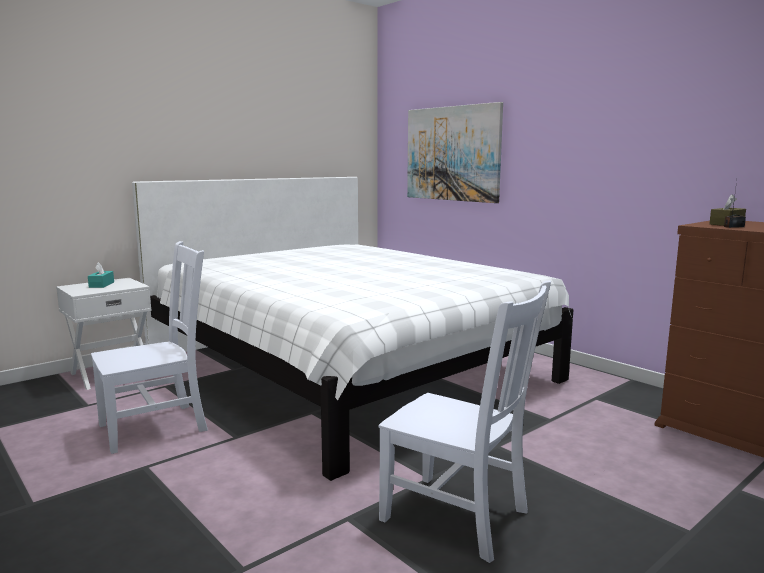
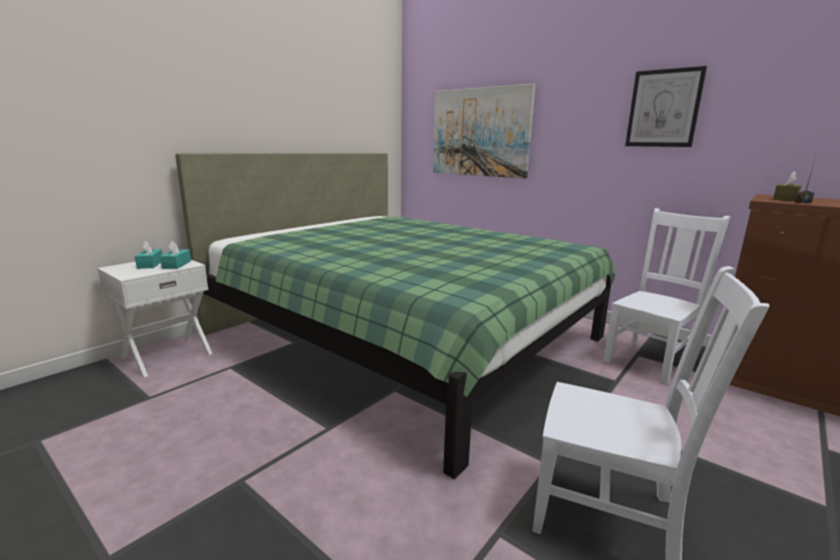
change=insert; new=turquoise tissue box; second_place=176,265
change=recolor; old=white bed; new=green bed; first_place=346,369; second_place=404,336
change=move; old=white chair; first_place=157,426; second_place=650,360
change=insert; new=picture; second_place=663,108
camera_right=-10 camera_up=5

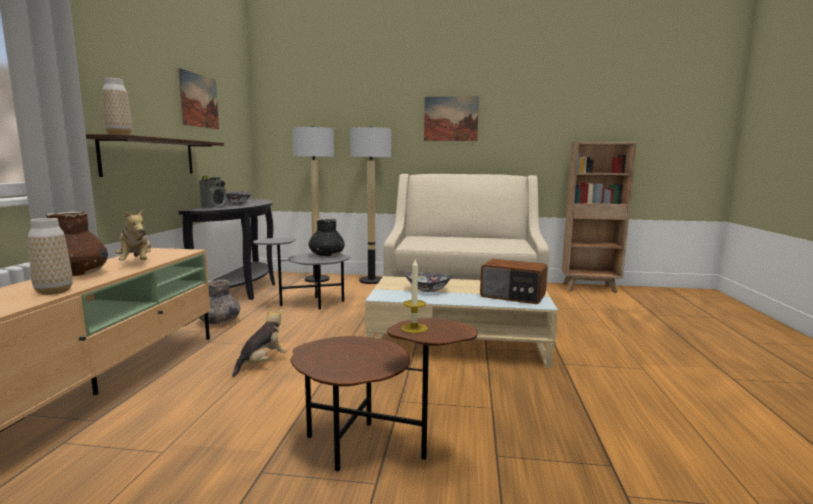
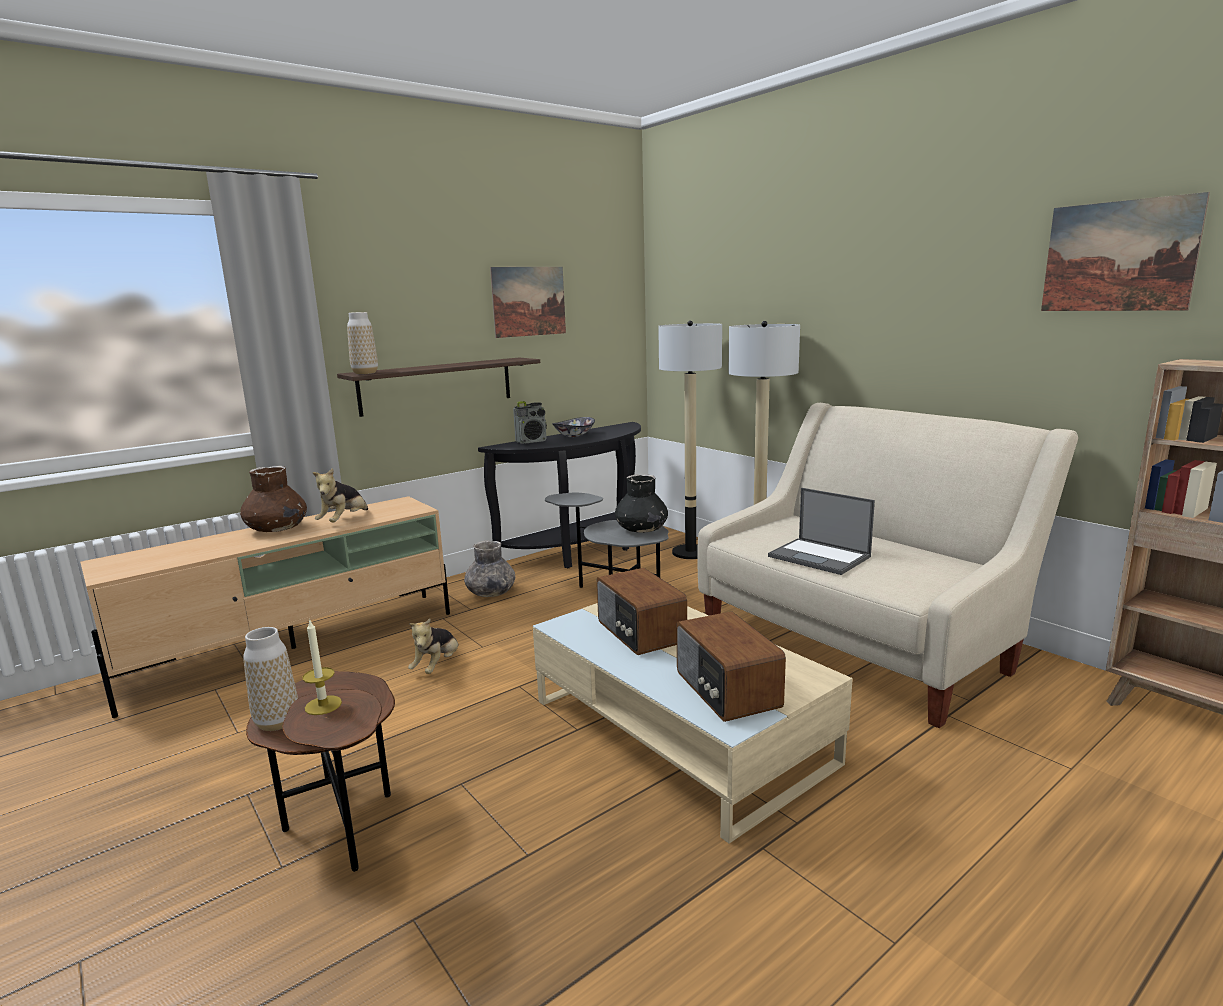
change=move; old=vase; first_place=54,291; second_place=277,722
change=rotate; old=plush toy; first_place=262,363; second_place=437,666; degrees=120
change=replace; old=bowl; new=radio; first_place=428,289; second_place=639,632
change=insert; new=laptop; second_place=820,557
change=move; old=picture; first_place=451,118; second_place=1118,256
camera_right=45 camera_up=5

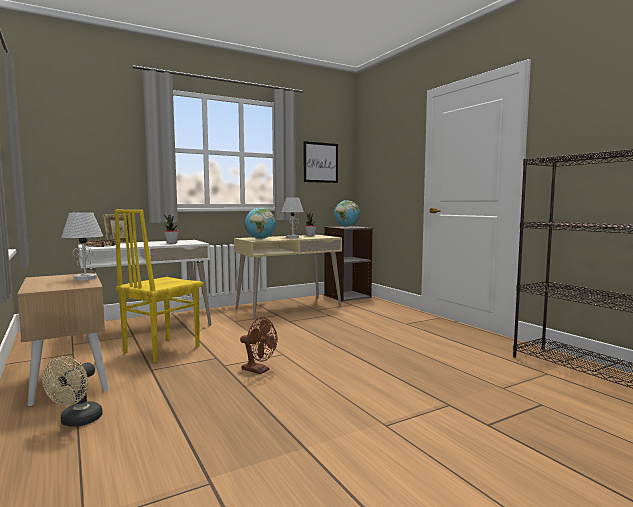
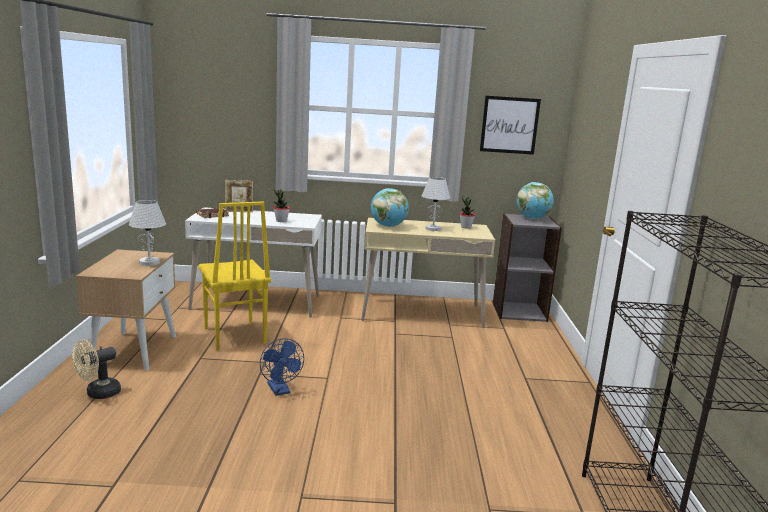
change=rotate; old=yellow chair; first_place=161,349; second_place=233,336; degrees=-90
change=recolor; old=brown fan; new=blue fan; first_place=259,370; second_place=280,391
camera_right=30 camera_up=10

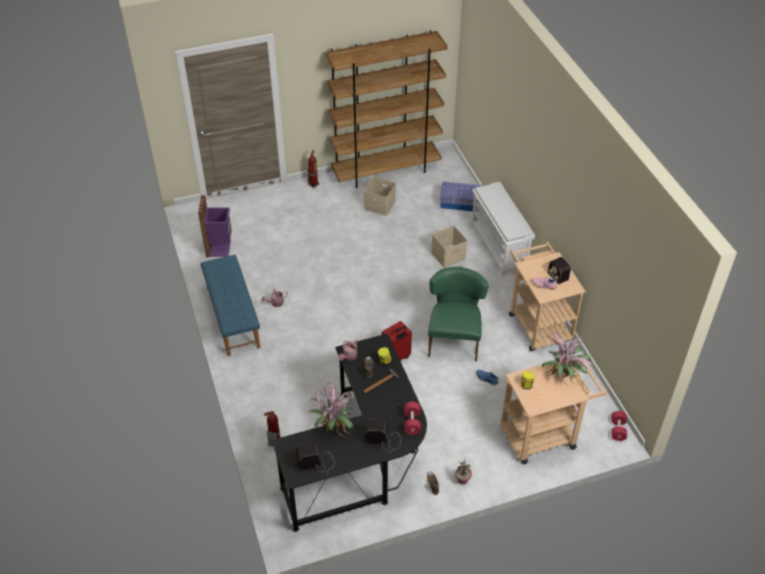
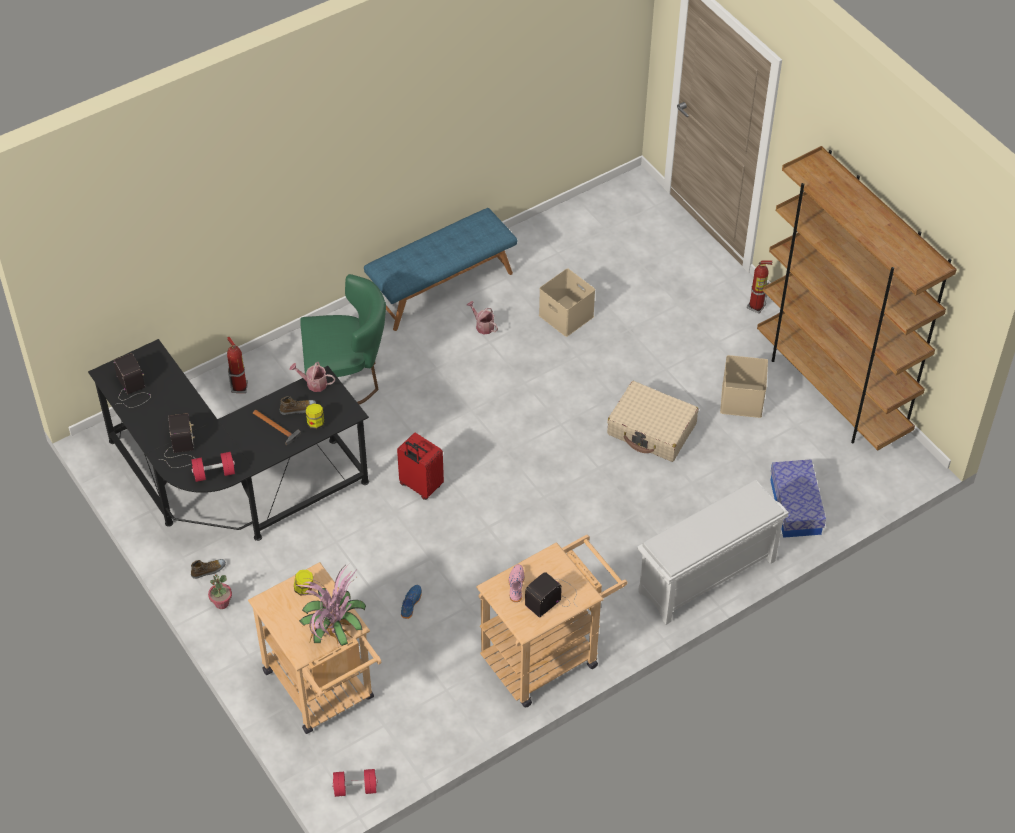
change=move; old=green chair; first_place=454,339; second_place=346,379
change=move; old=beige storage box; first_place=448,255; second_place=567,316
change=insert; new=beige suitcase; second_place=652,430
change=delete; old=purple trash can; first_place=220,247
change=delete; old=potted plant; first_place=332,425
camera_right=75 camera_up=5

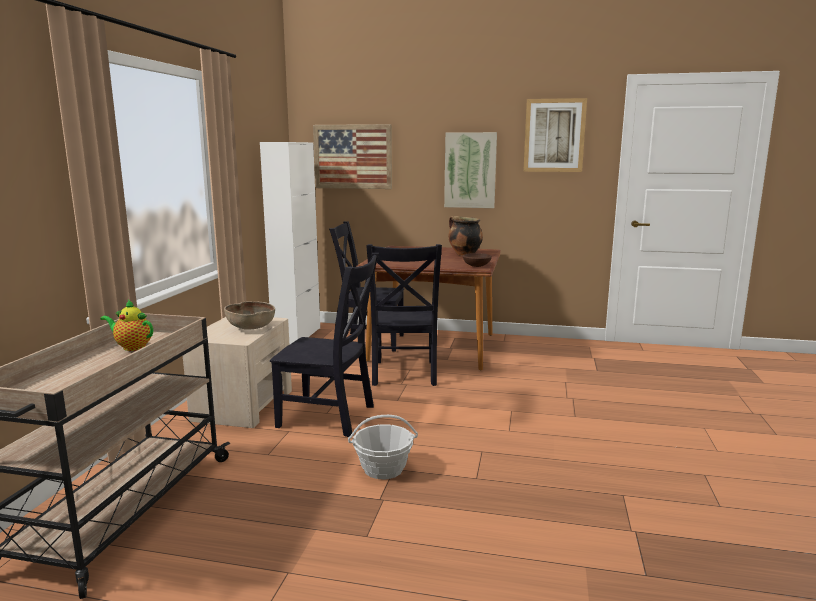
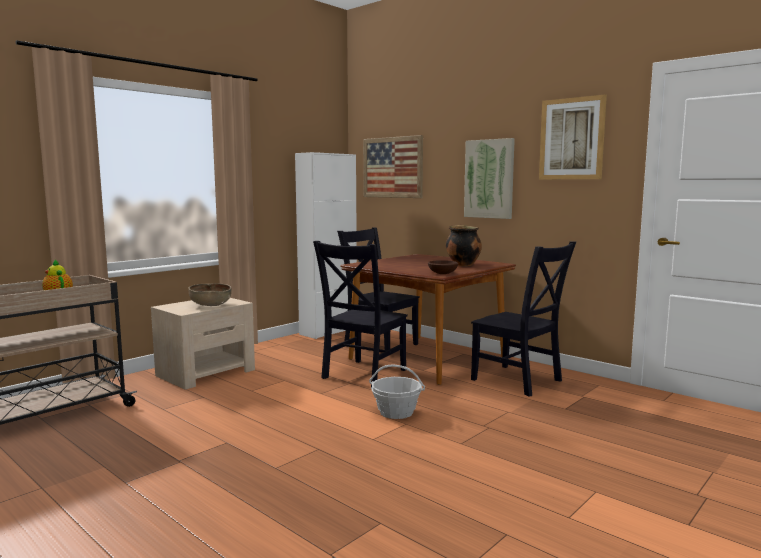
change=move; old=basket; first_place=383,469; second_place=396,412
change=move; old=black chair; first_place=330,417; second_place=519,381
camera_right=30 camera_up=-5

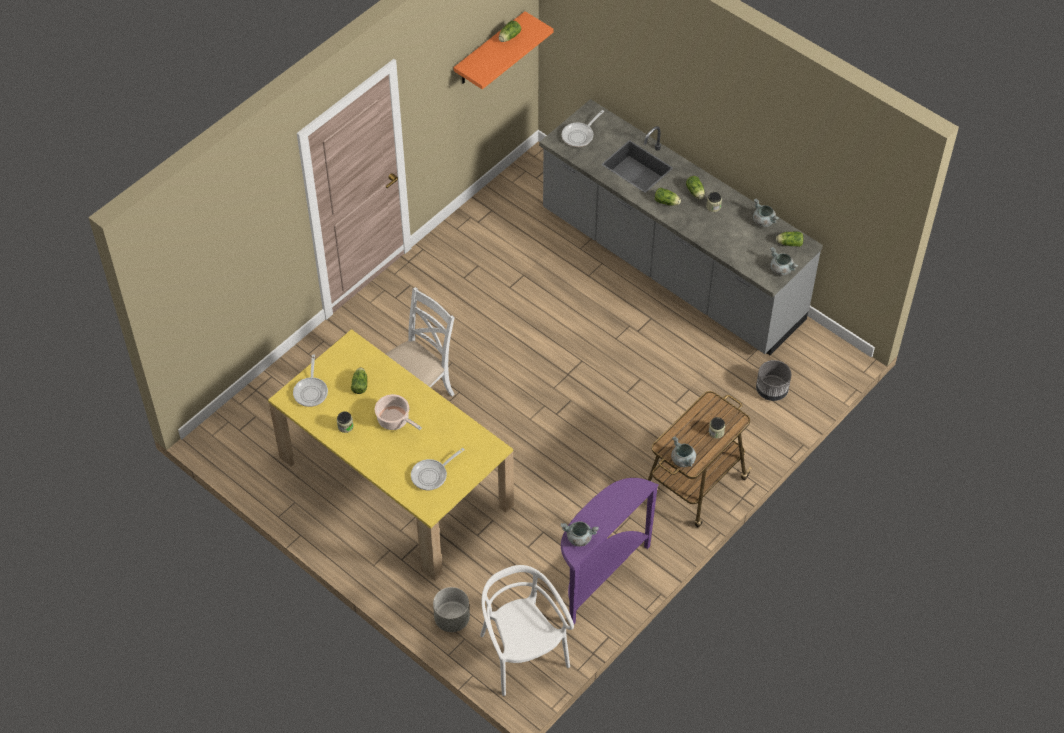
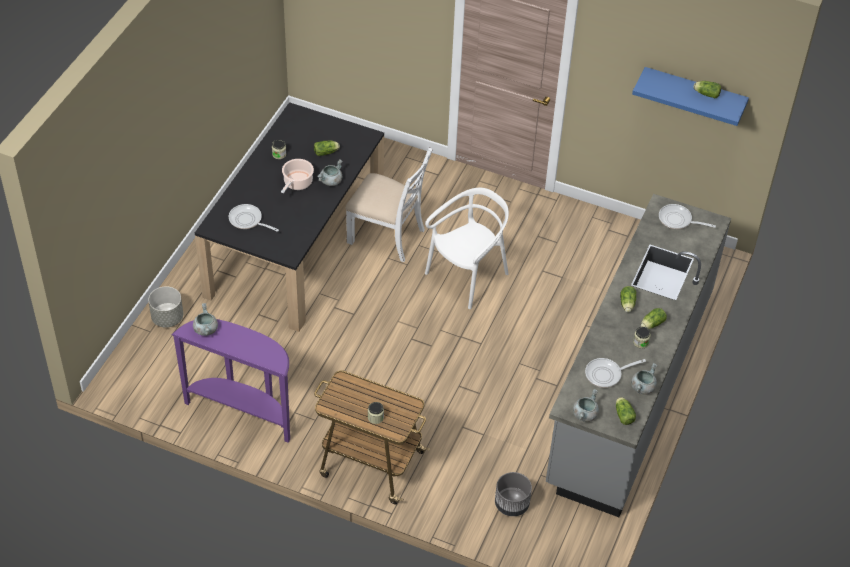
change=recolor; old=yellow dining table; new=black dining table; first_place=396,480; second_place=296,246
change=move; old=grey cooking pot; first_place=683,460; second_place=331,181
change=move; old=white chair; first_place=522,653; second_place=468,276
change=move; old=frying pan; first_place=311,391; second_place=606,374
change=recolor; old=orange shelf; new=blue shelf; first_place=489,49; second_place=694,93
camera_right=70 camera_up=-5

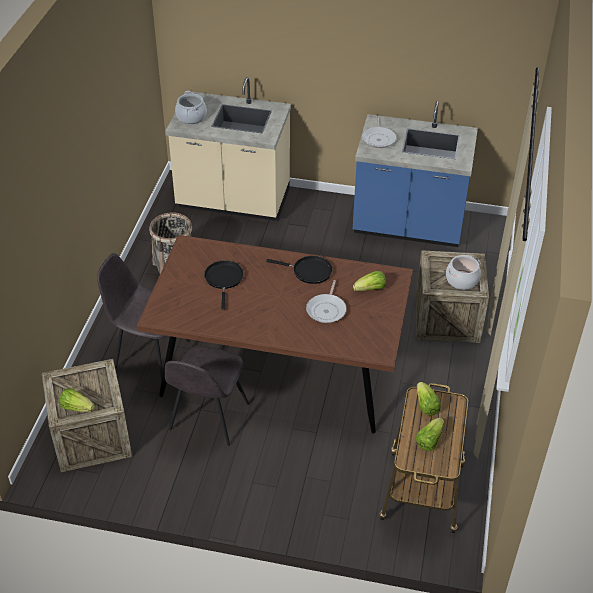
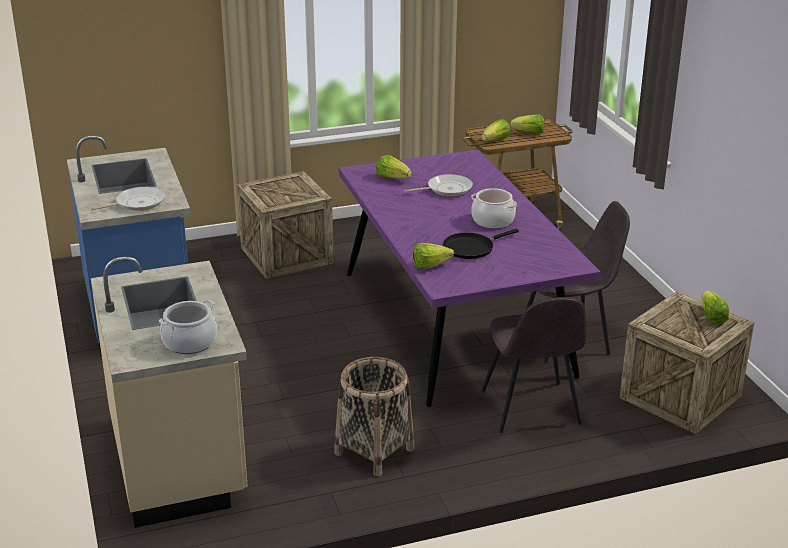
change=recolor; old=brown dining table; new=purple dining table; first_place=280,367; second_place=453,322
change=insert; new=lettuce; second_place=433,266
change=move; old=cooking pot; first_place=462,280; second_place=492,220
change=delete; old=black frying pan; first_place=309,271
camera_right=-120 camera_up=-15

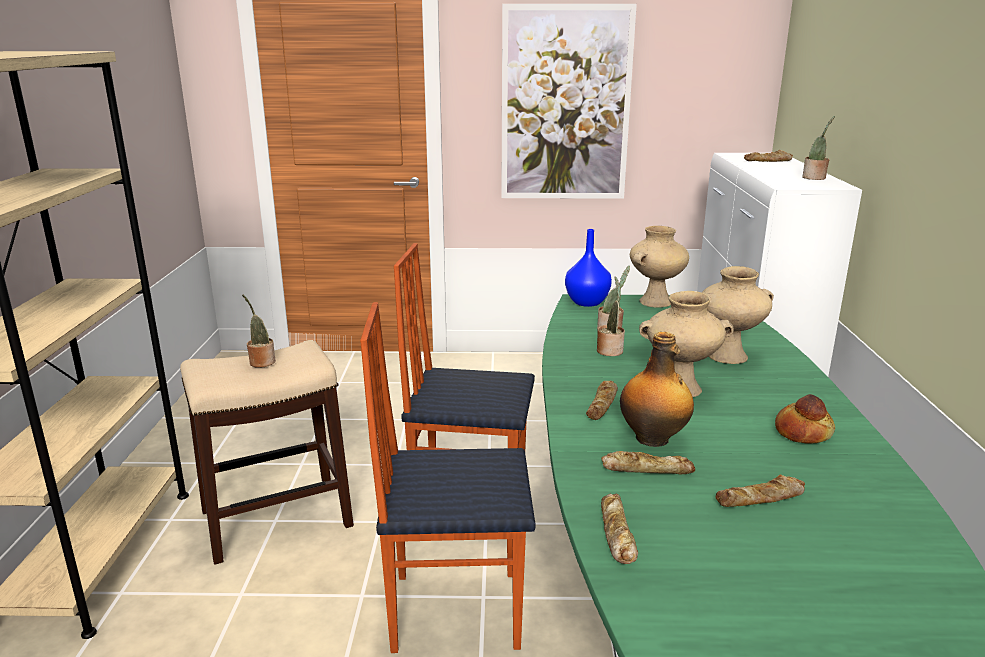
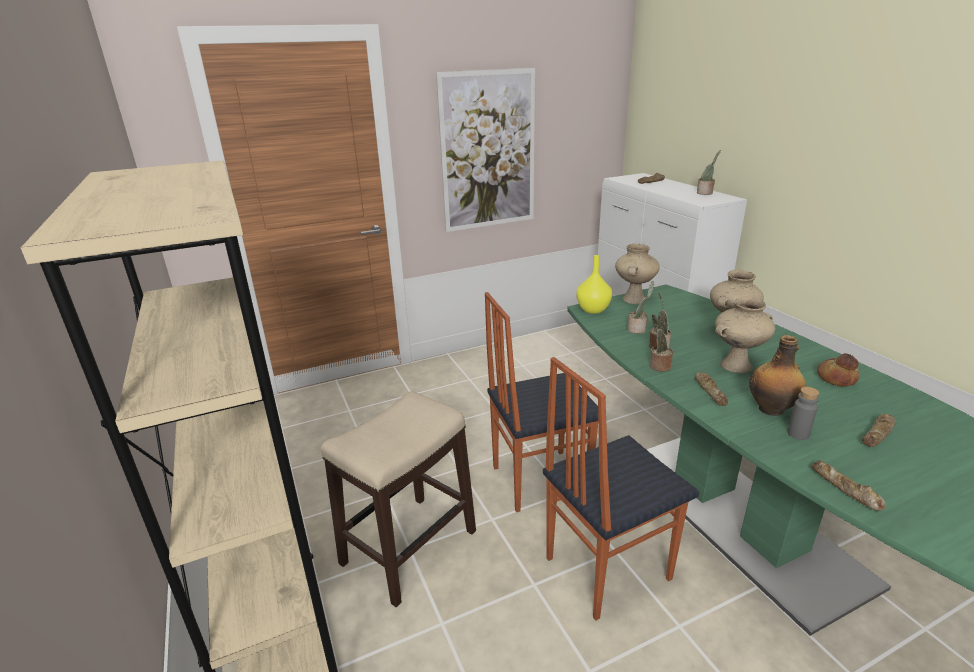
change=recolor; old=blue vase; new=yellow vase; first_place=587,302; second_place=593,309
change=move; old=potted plant; first_place=261,362; second_place=658,366
change=replace; old=bread; new=grey bottle; first_place=646,469; second_place=798,434
camera_right=-25 camera_up=5

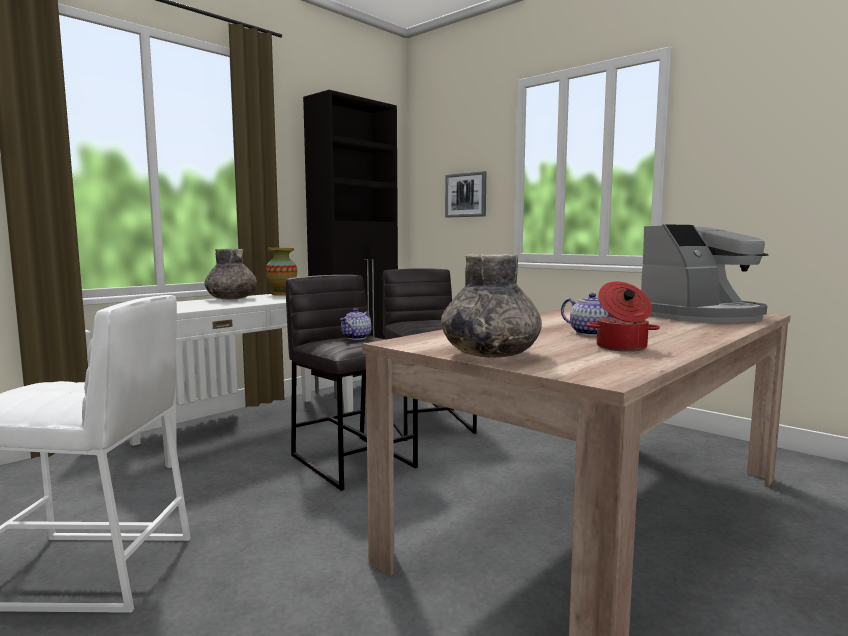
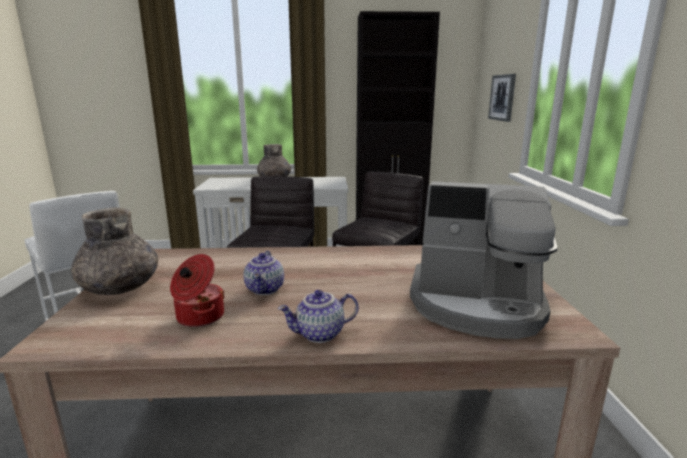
change=move; old=teapot; first_place=356,338; second_place=319,334
change=delete; old=vase; first_place=282,294
camera_right=45 camera_up=10

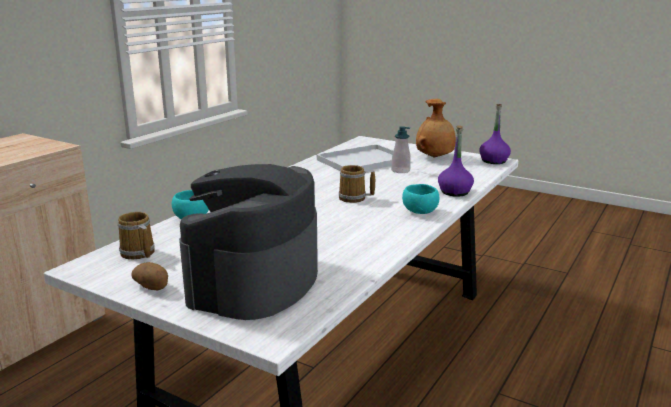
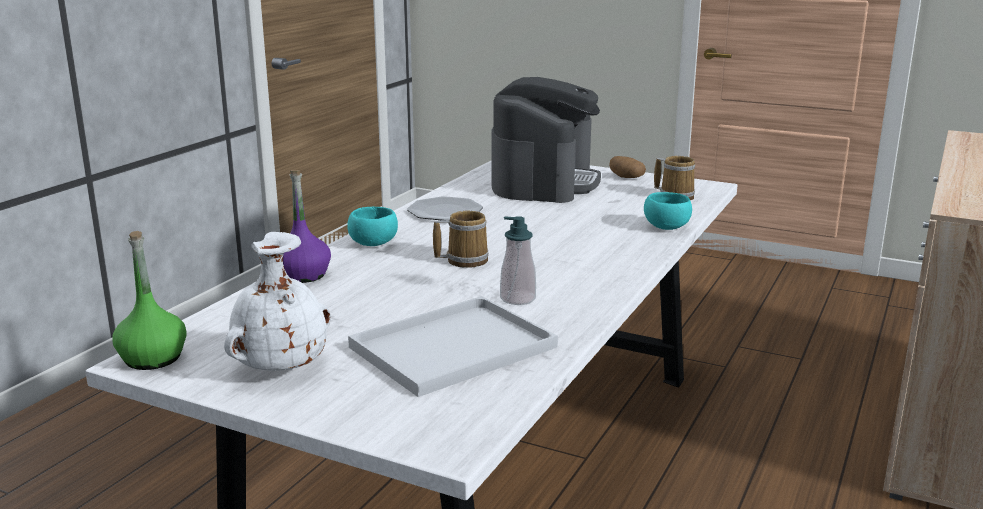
change=recolor; old=purple bottle; new=green bottle; first_place=493,161; second_place=153,358
change=recolor; old=brown vase; new=white vase; first_place=435,157; second_place=280,367
change=insert; new=plate; second_place=445,211
change=move; old=soap dispenser; first_place=400,170; second_place=517,298
camera_right=175 camera_up=0

